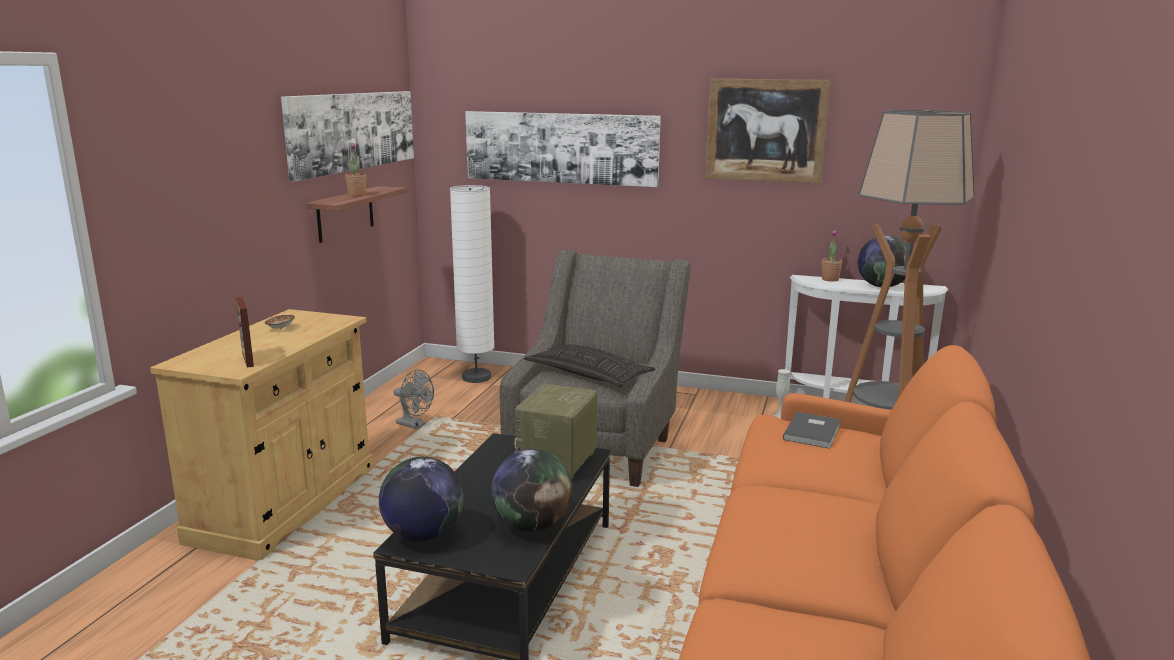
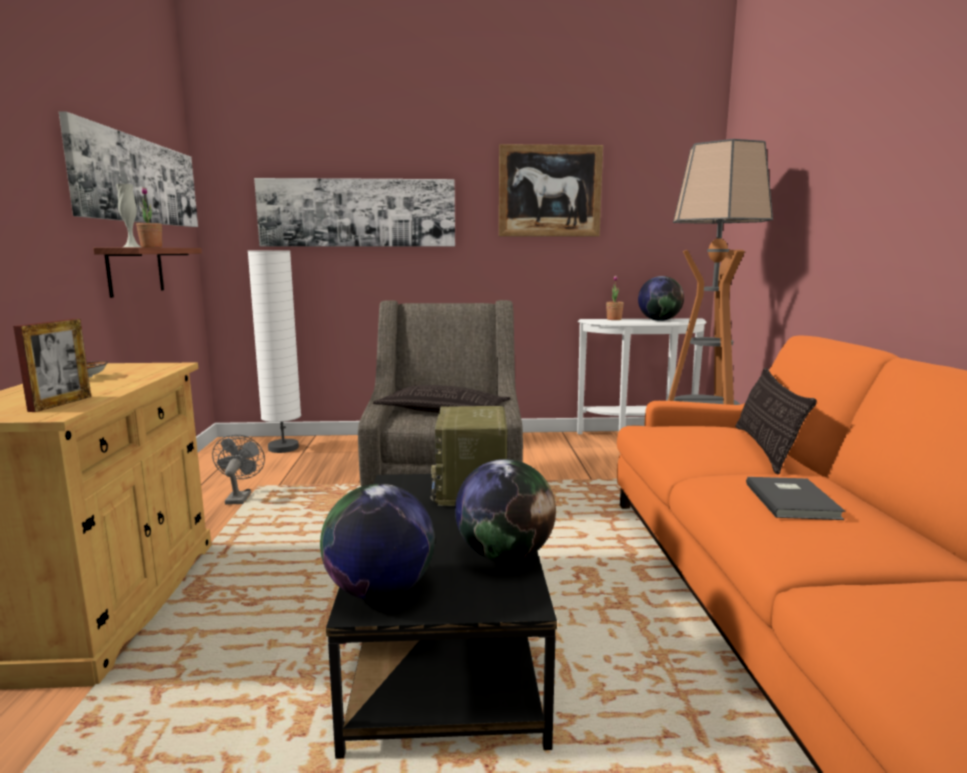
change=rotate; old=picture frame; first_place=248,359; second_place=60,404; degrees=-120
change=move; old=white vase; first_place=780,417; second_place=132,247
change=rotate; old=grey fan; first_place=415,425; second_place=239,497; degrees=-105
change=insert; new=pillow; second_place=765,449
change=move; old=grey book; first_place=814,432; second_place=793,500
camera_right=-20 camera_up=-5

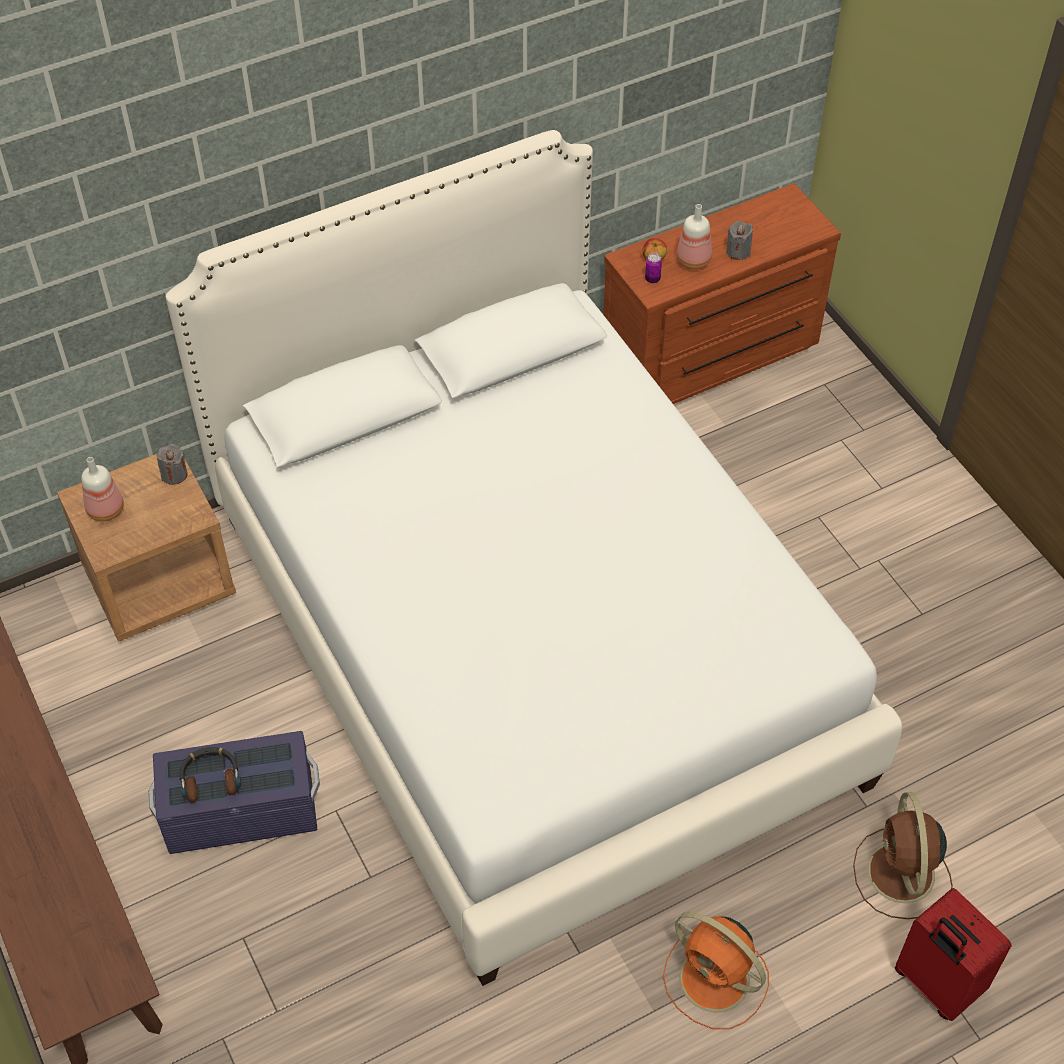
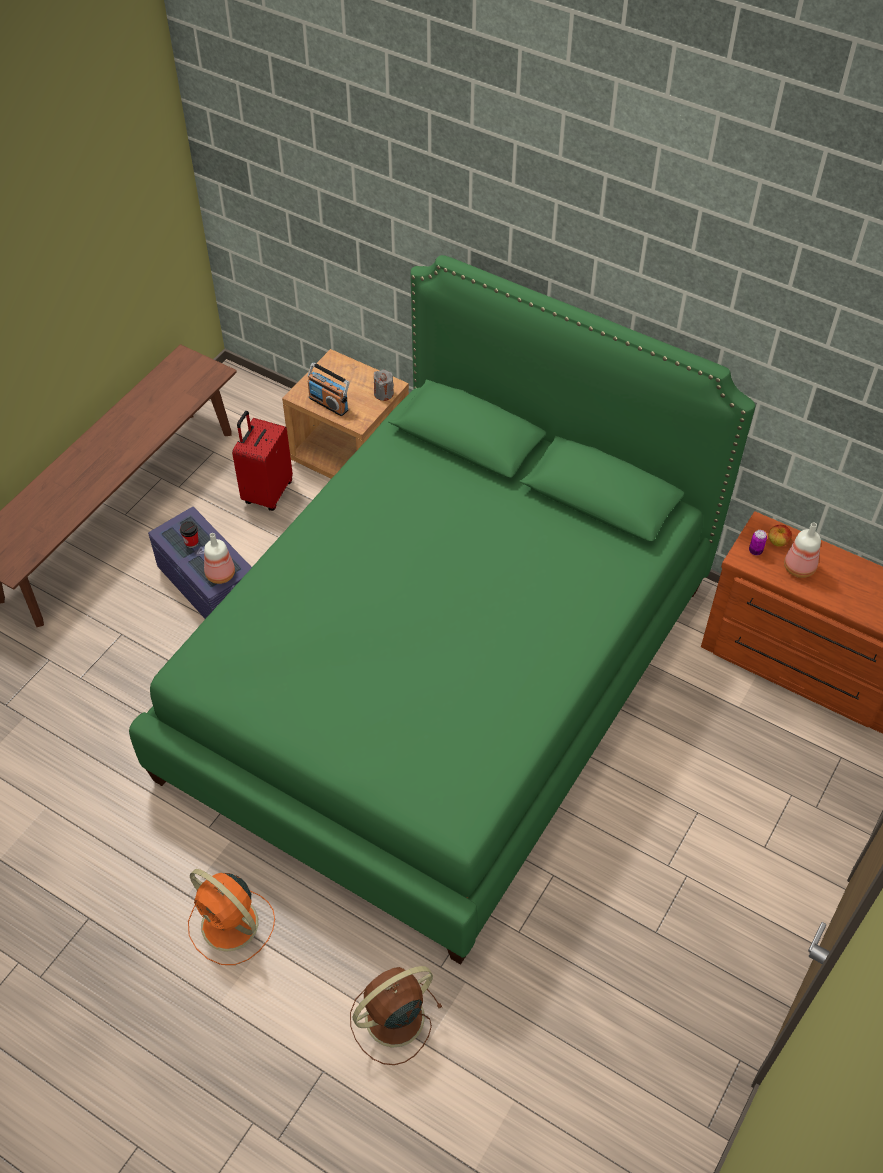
change=recolor; old=white bed; new=green bed; first_place=532,643; second_place=442,678
change=replace; old=headphones; new=cup; first_place=210,777; second_place=191,542
change=rotate; old=orange fan; first_place=717,981; second_place=232,925; degrees=-60
change=move; old=bottle; first_place=107,510; second_place=220,575
change=move; old=red suitcase; first_place=935,984; second_place=267,492
change=insert; new=radio; second_place=329,403
change=delete; old=grey candle; first_place=738,251
camera_right=60 camera_up=0

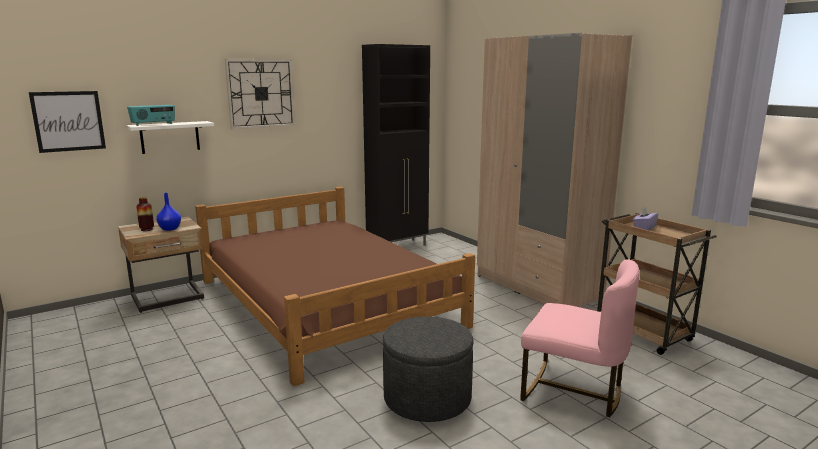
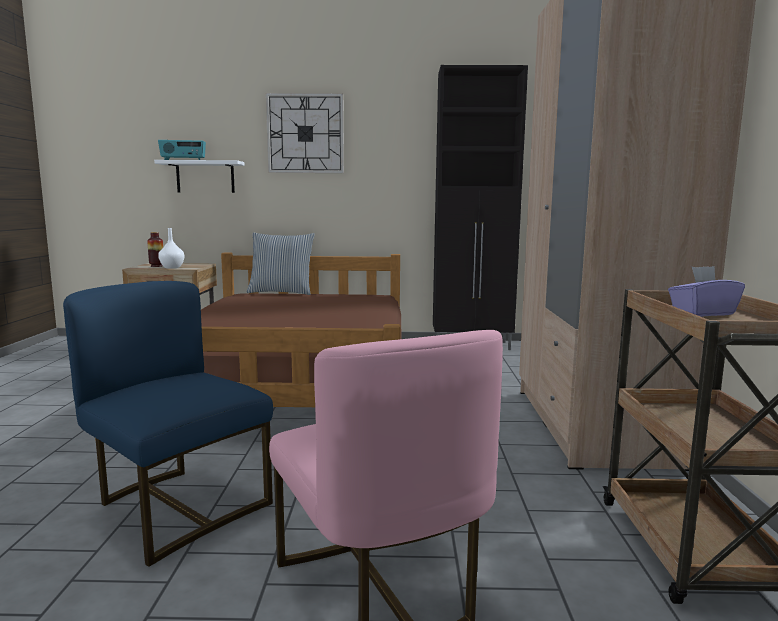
change=replace; old=grey ottoman; new=blue chair; first_place=427,398; second_place=178,507
change=recolor; old=blue vase; new=white vase; first_place=169,229; second_place=171,267
change=insert; new=pillow; second_place=281,292
change=delete; old=picture; first_place=68,121
camera_right=35 camera_up=-5

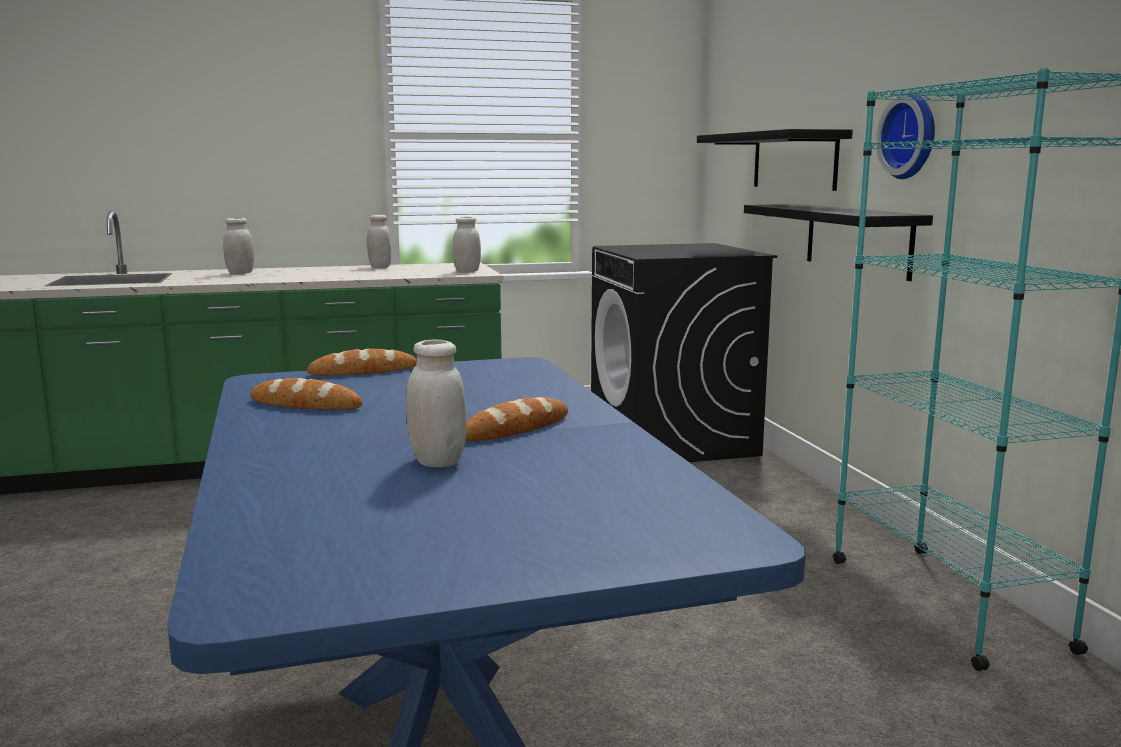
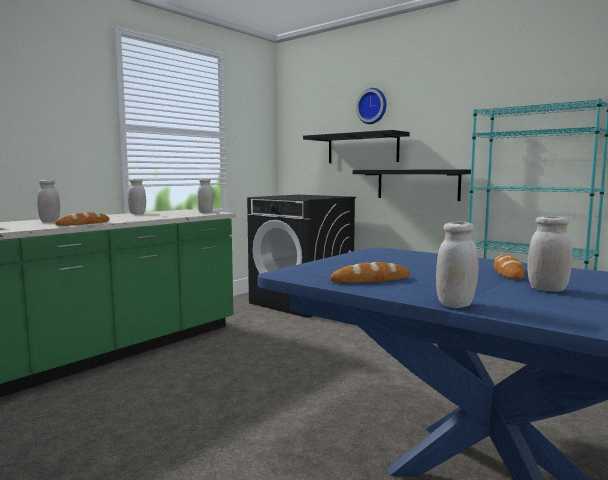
change=move; old=bread; first_place=363,371; second_place=83,223
change=move; old=wall clock; first_place=912,136; second_place=372,106
change=insert; new=white jar; second_place=455,304
camera_right=-35 camera_up=-5

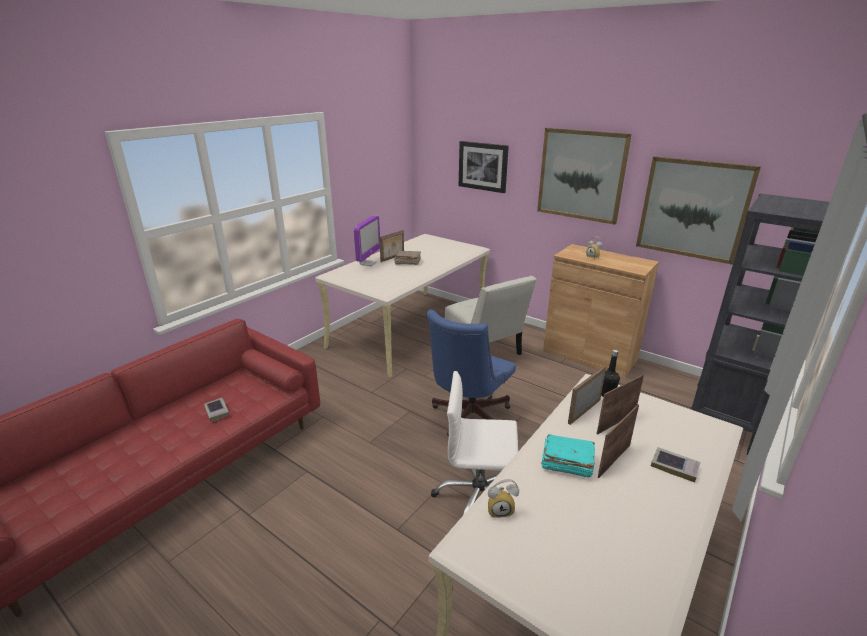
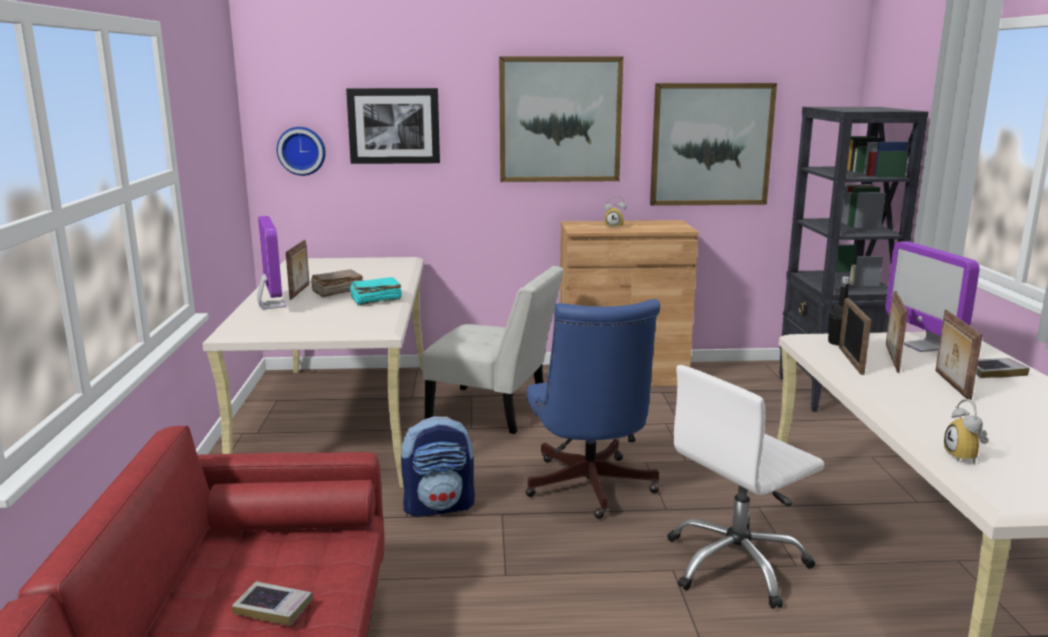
change=insert; new=wall clock; second_place=302,150
change=move; old=turquoise book; first_place=566,463; second_place=375,300
change=insert; new=backpack; second_place=439,506
change=insert; new=monitor; second_place=923,346
change=rotate; old=alarm clock; first_place=500,509; second_place=966,458; degrees=135
camera_right=-40 camera_up=-10

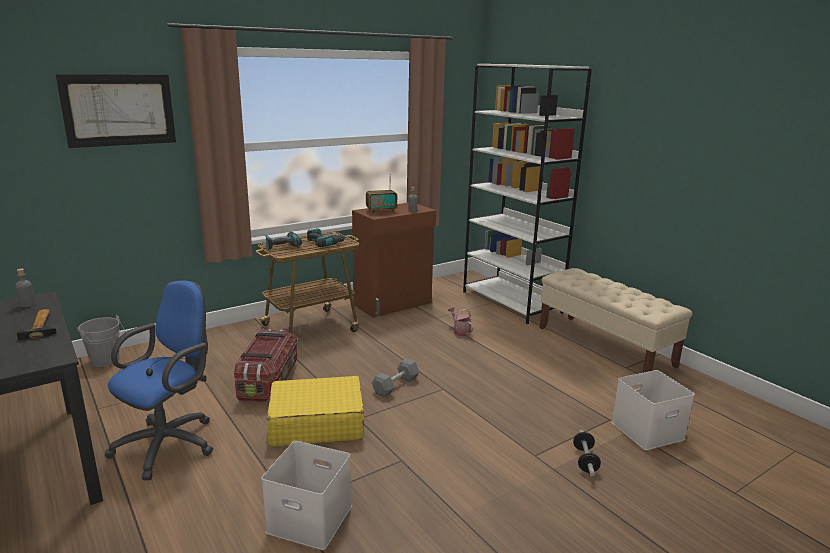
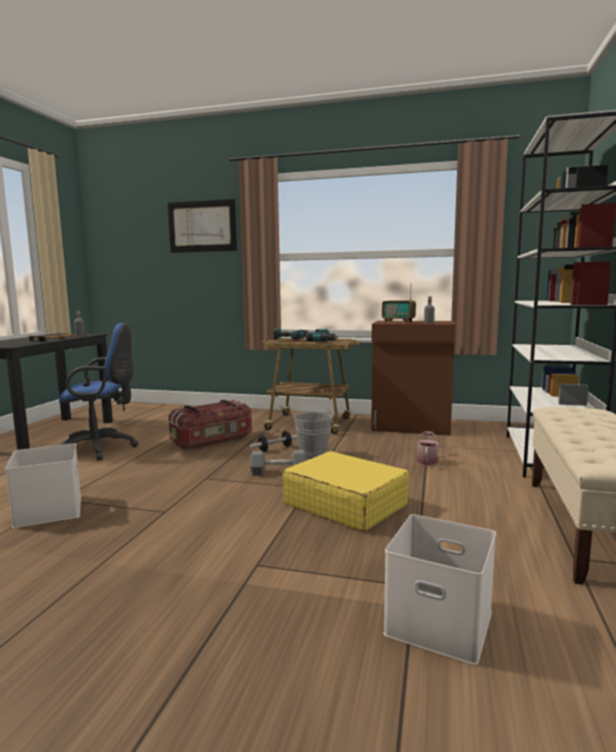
change=move; old=dumbbell; first_place=585,460; second_place=275,449
change=move; old=yellow suitcase; first_place=316,423; second_place=345,504
change=move; old=grey bucket; first_place=106,361; second_place=313,456
camera_right=50 camera_up=-10

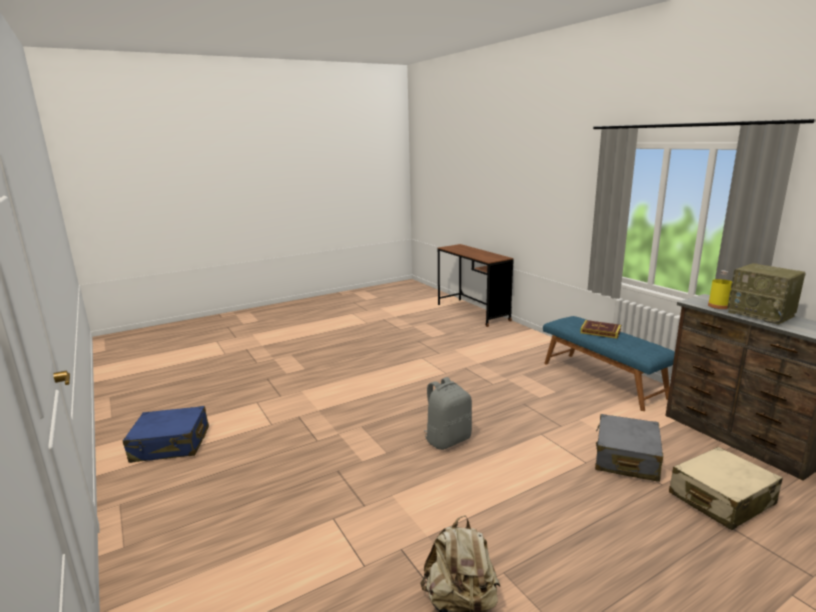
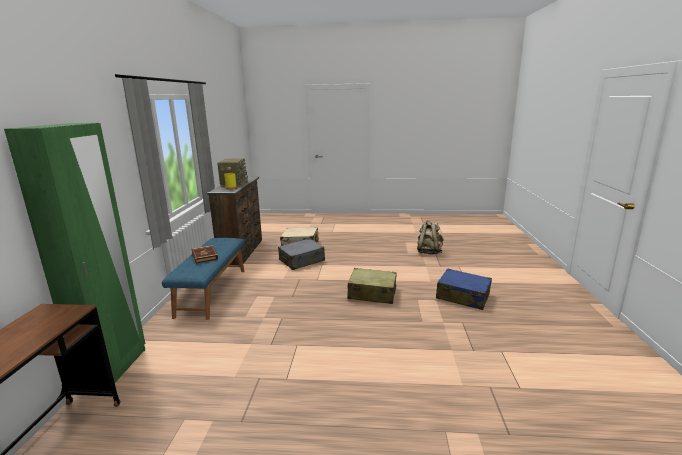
change=insert; new=green wardrobe; second_place=115,369
change=replace; old=grey backpack; new=beige suitcase; first_place=447,439; second_place=372,293
change=move; old=blue suitcase; first_place=171,445; second_place=462,297
camera_right=-145 camera_up=0

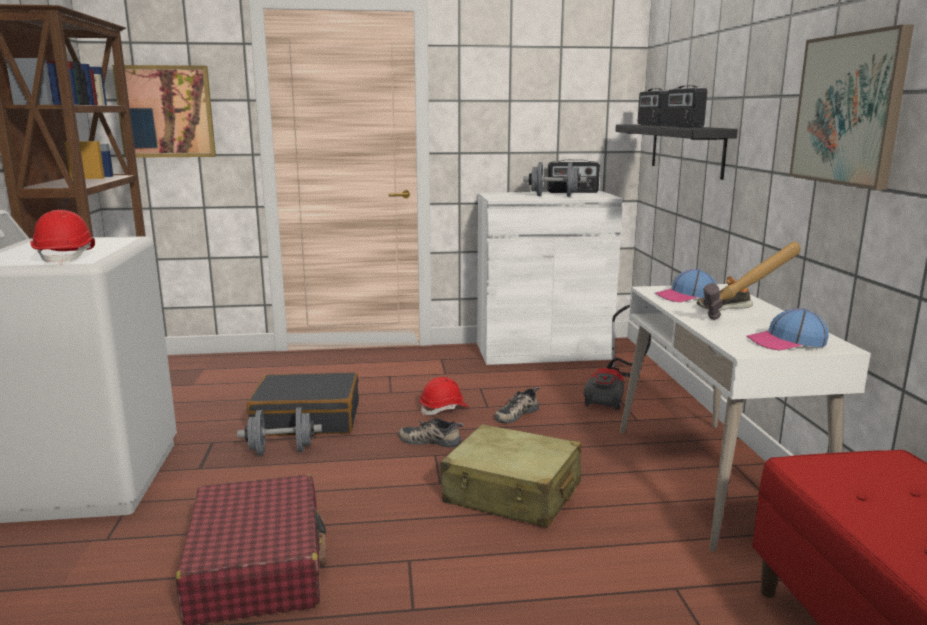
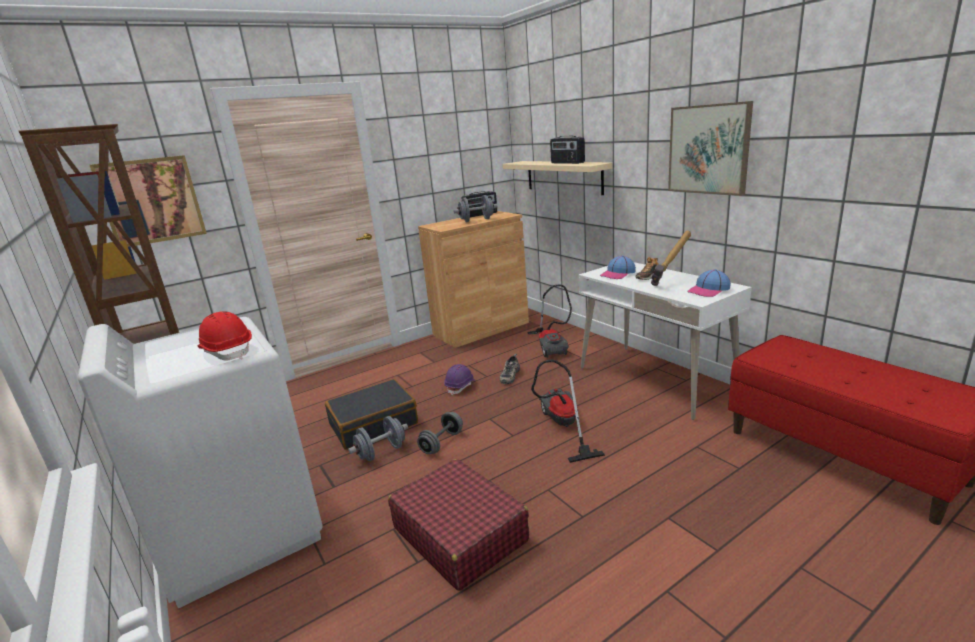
change=insert; new=grey dumbbell; second_place=442,443
change=recolor; old=white cabinet; new=brown cabinet; first_place=542,351; second_place=481,329
change=recolor; old=red hard hat; new=purple hard hat; first_place=444,409; second_place=461,386
change=recolor; old=black shelf; new=beige shelf; first_place=686,149; second_place=563,176
change=replace; old=beige suitcase; new=vacuum cleaner; first_place=512,493; second_place=562,426
change=delete; old=shoe; first_place=431,440
change=delete; old=radio; first_place=651,124
camera_right=-25 camera_up=5

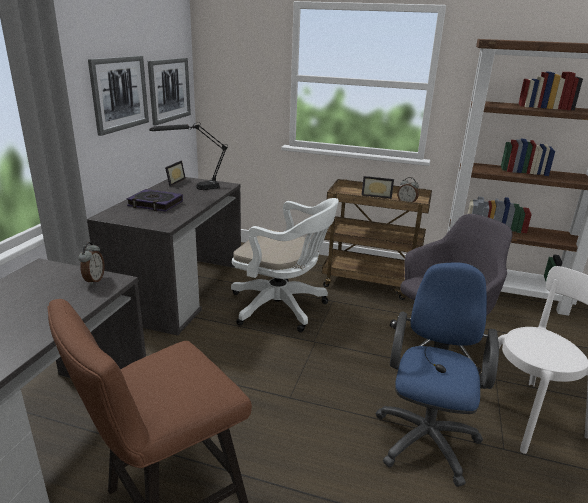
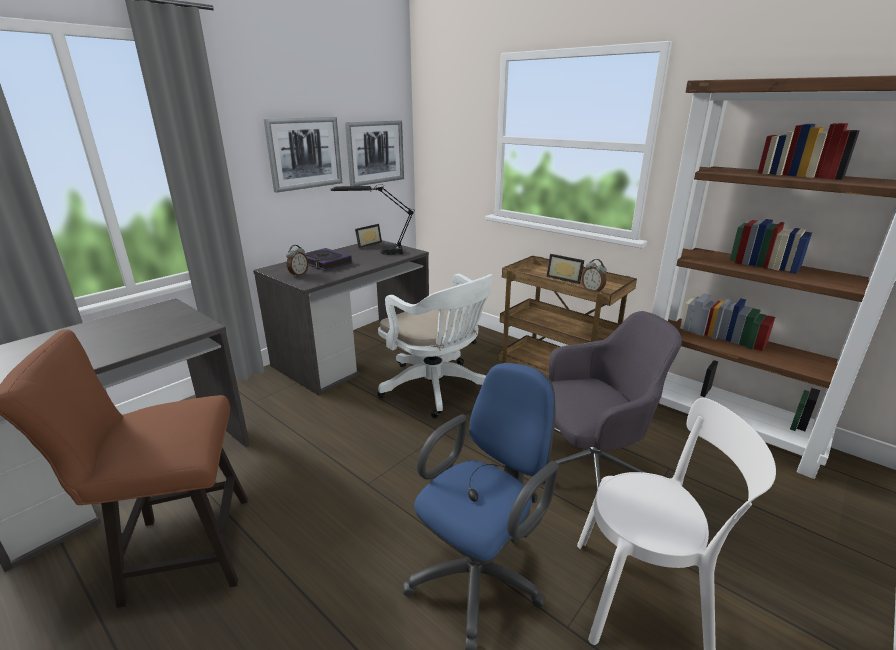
change=move; old=alarm clock; first_place=93,280; second_place=298,274
camera_right=25 camera_up=0

